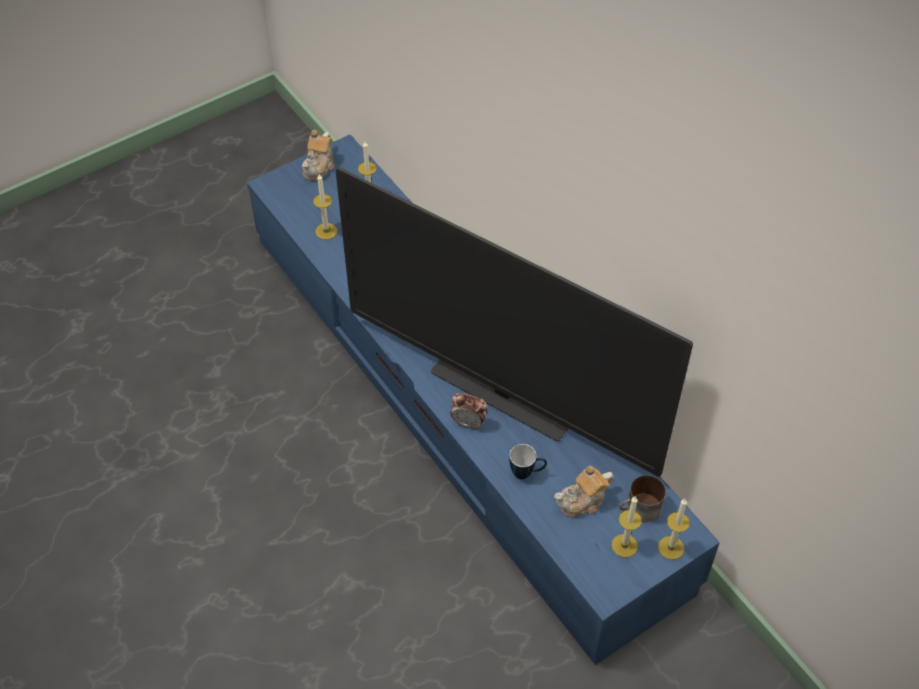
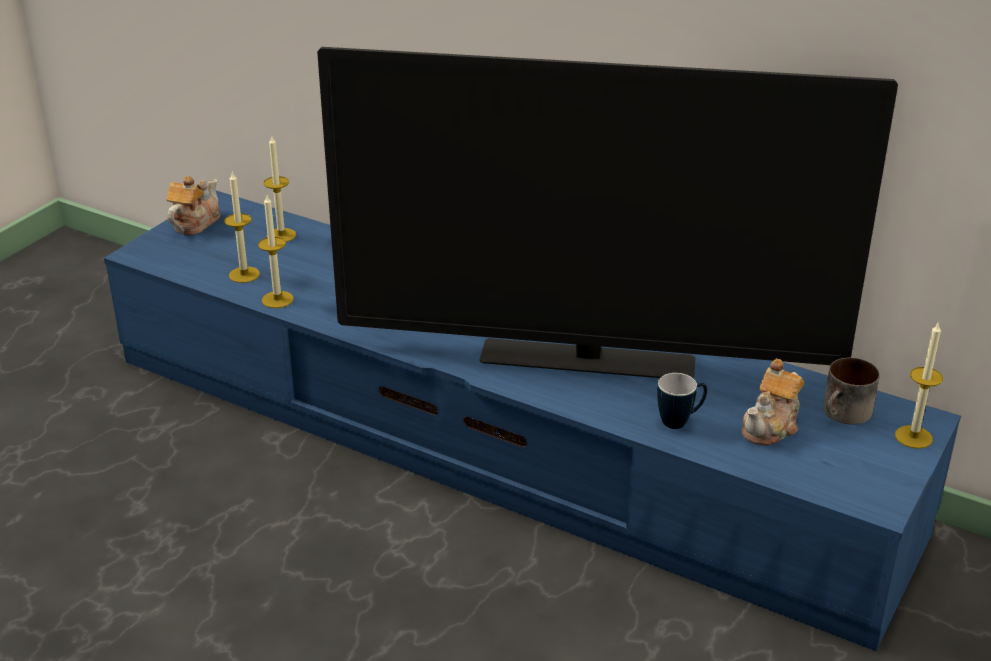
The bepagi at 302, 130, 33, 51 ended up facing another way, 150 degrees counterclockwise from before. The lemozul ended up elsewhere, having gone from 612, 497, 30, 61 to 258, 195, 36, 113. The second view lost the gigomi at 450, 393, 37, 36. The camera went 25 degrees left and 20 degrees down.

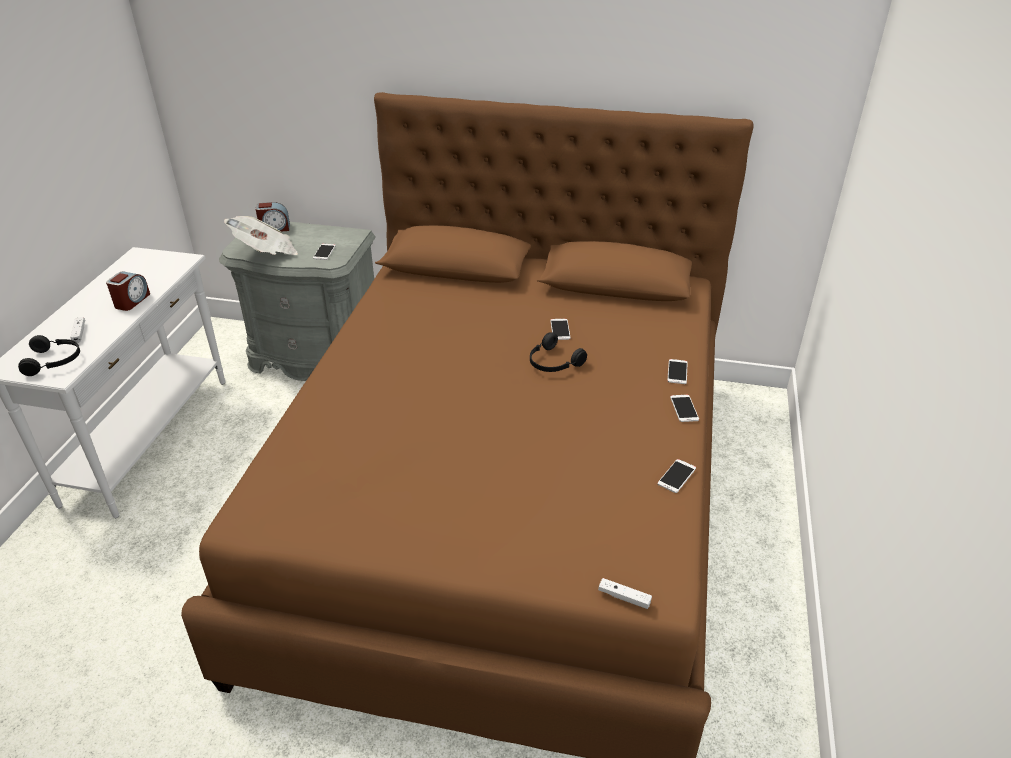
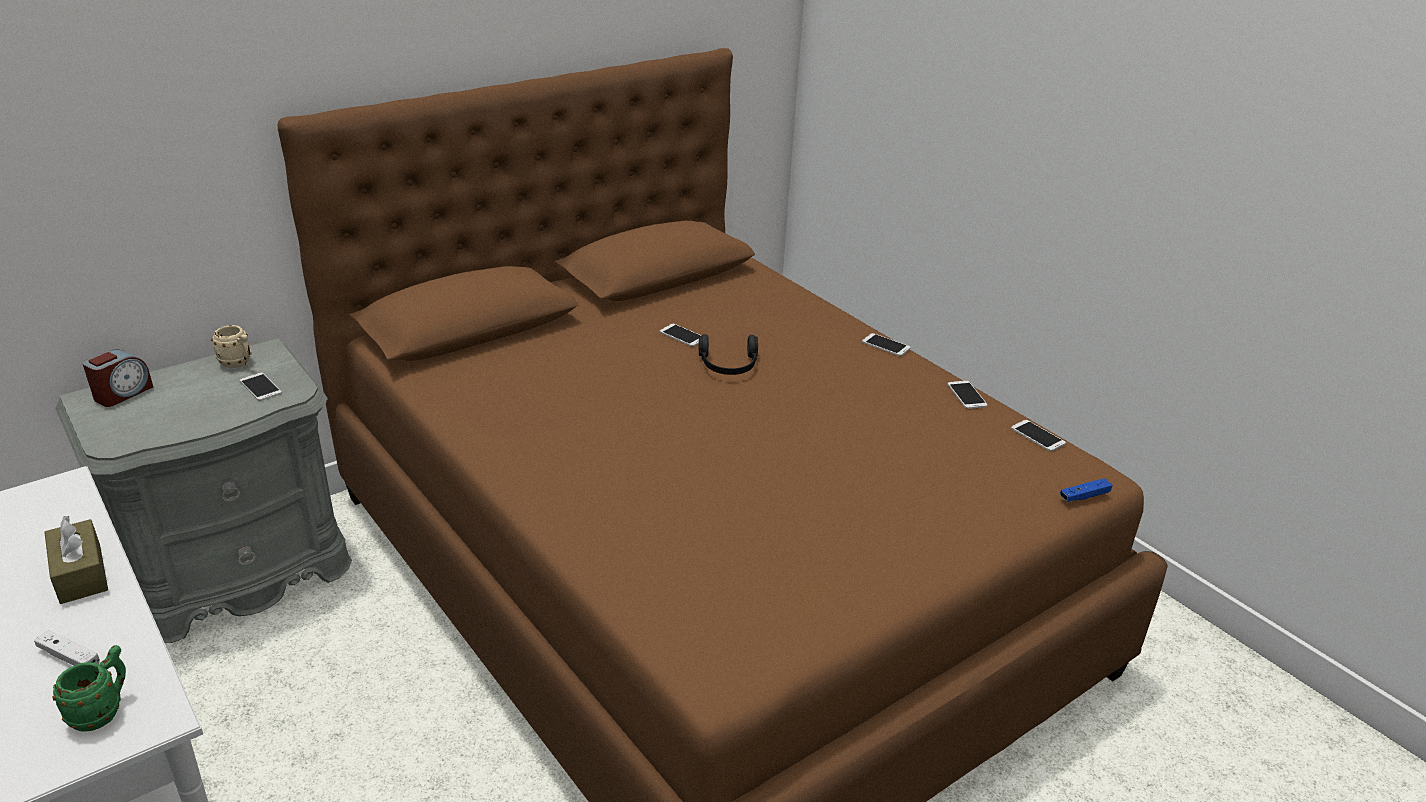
Where the gigomi stood at 106, 271, 44, 40, the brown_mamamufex came to stand at 44, 516, 64, 88. Where the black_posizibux stood at 18, 335, 62, 41, the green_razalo came to stand at 52, 645, 74, 87. The second view gained the beige_razalo at 211, 325, 40, 43. The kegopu ended up elsewhere, having gone from 668, 359, 20, 25 to 1011, 420, 55, 31. What was the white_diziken at 598, 578, 54, 31 turned into the blue_diziken at 1060, 478, 53, 24. The second view lost the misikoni at 224, 216, 74, 39. The camera went 50 degrees left and 5 degrees down.

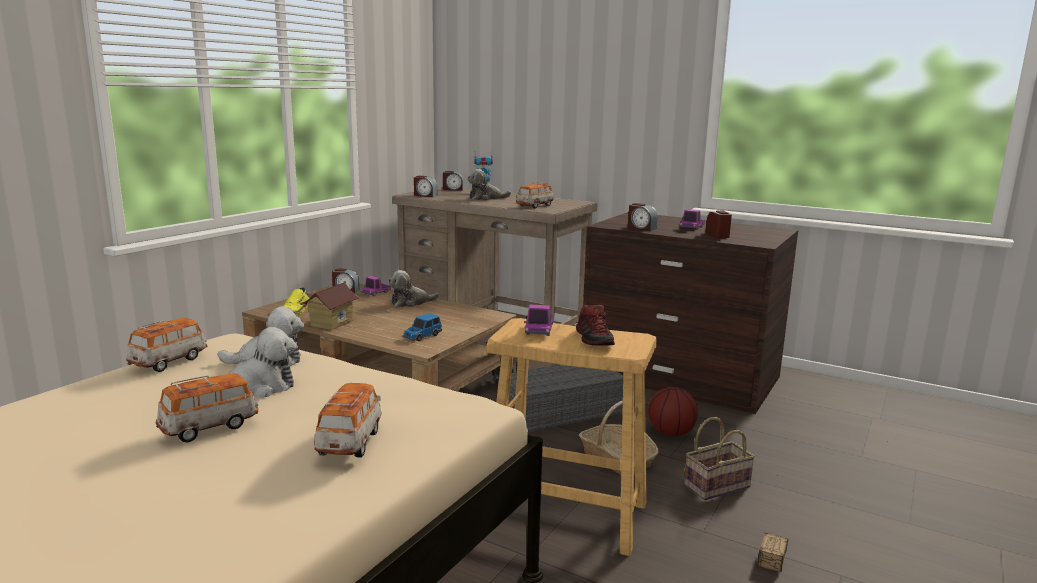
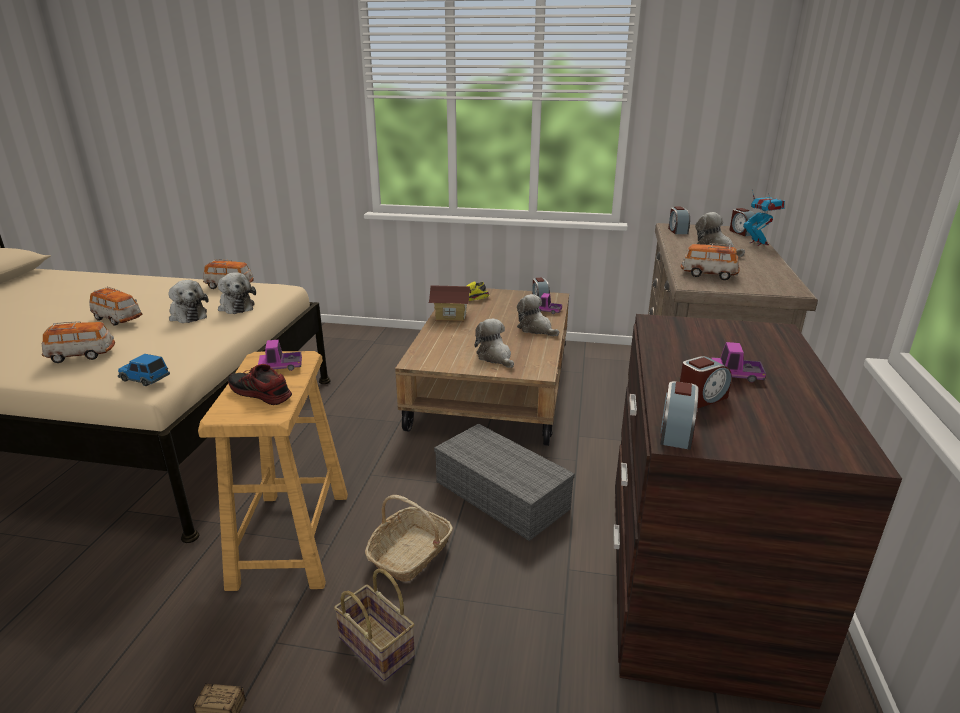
The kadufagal ended up elsewhere, having gone from 403, 313, 39, 28 to 118, 354, 52, 32. The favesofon at 576, 305, 39, 41 ended up facing another way, 60 degrees clockwise from before. The second view gained the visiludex at 475, 319, 39, 49. The gigomi ended up elsewhere, having gone from 628, 203, 30, 28 to 660, 381, 39, 69. The second view lost the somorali at 648, 387, 50, 49. The camera went 70 degrees right and 10 degrees up.

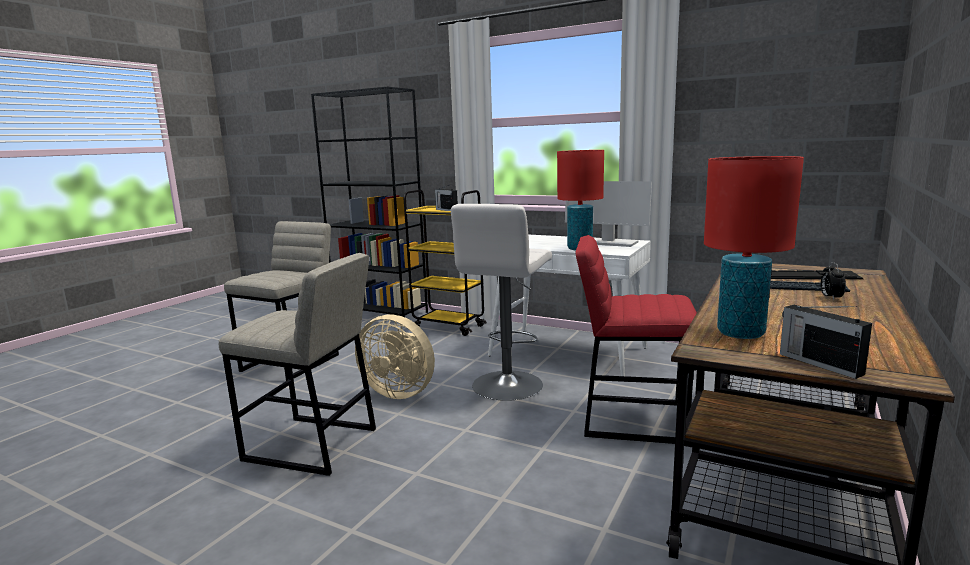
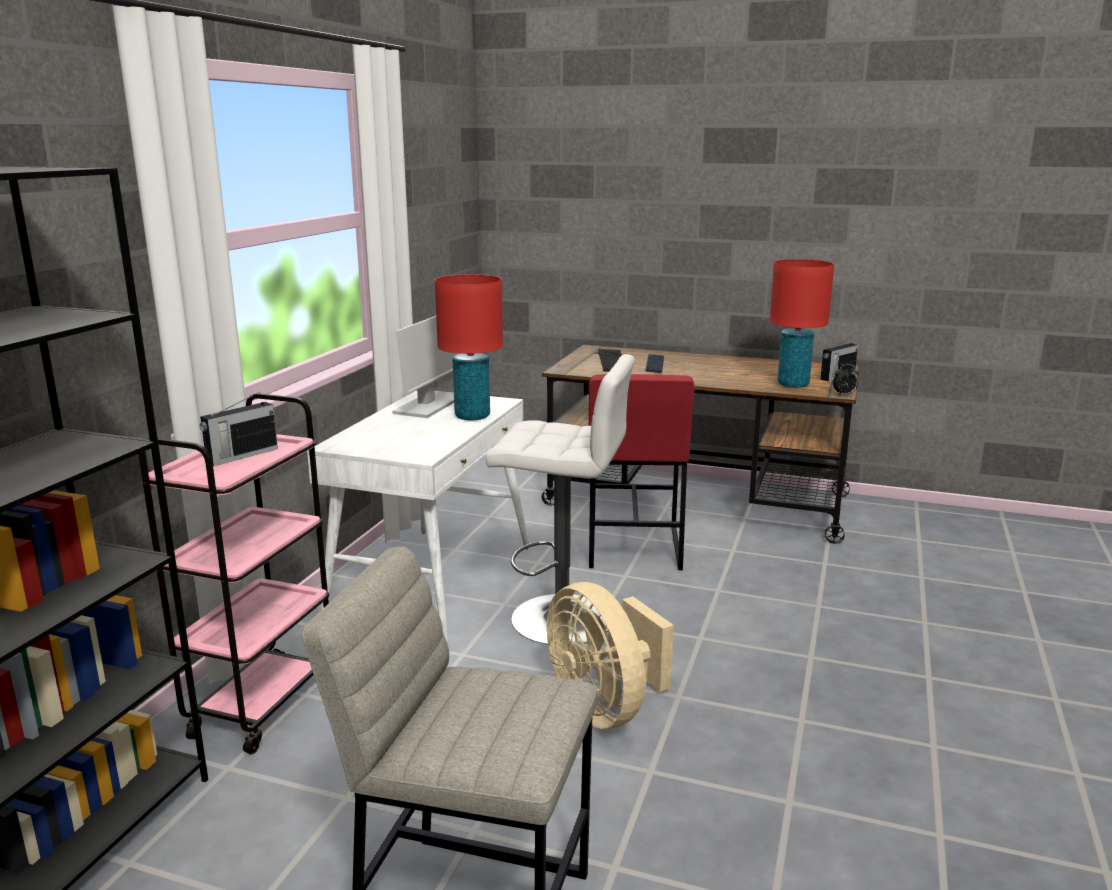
What was the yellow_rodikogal at 404, 190, 83, 146 turned into the pink_rodikogal at 138, 393, 191, 362. The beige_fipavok at 355, 315, 80, 84 ended up facing another way, 135 degrees clockwise from before. The gigomi ended up elsewhere, having gone from 820, 262, 26, 38 to 833, 365, 26, 30. The second view lost the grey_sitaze at 219, 253, 157, 223. The camera went 100 degrees left and 5 degrees up.

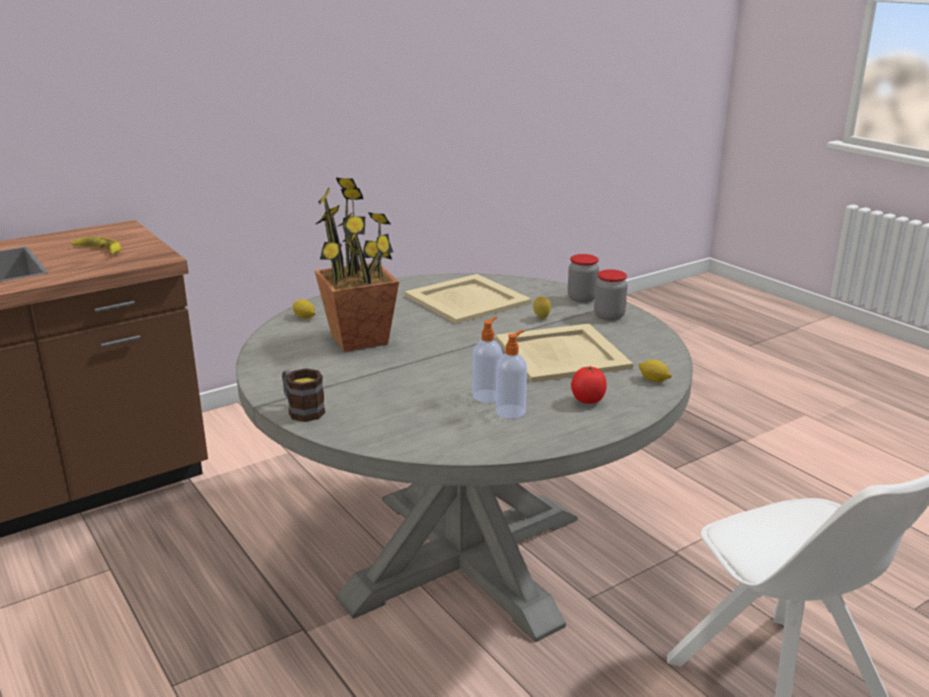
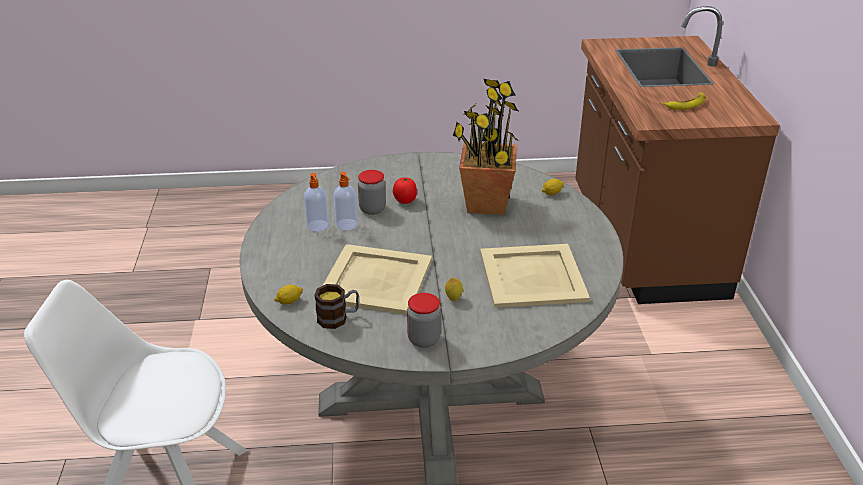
The razalo ended up elsewhere, having gone from 282, 368, 43, 54 to 314, 284, 45, 45. The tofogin ended up elsewhere, having gone from 568, 254, 31, 49 to 358, 170, 28, 45. The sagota ended up elsewhere, having gone from 571, 366, 36, 38 to 393, 177, 24, 27. The camera went 120 degrees right and 10 degrees up.

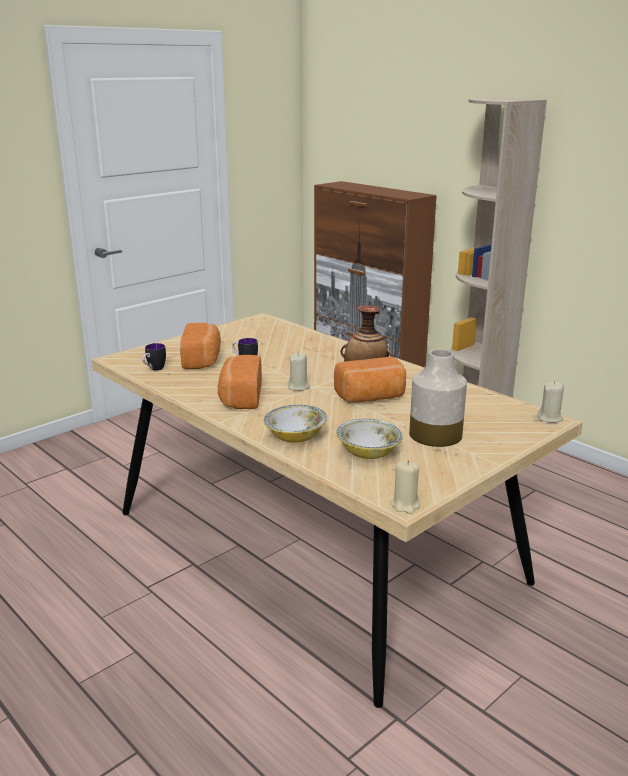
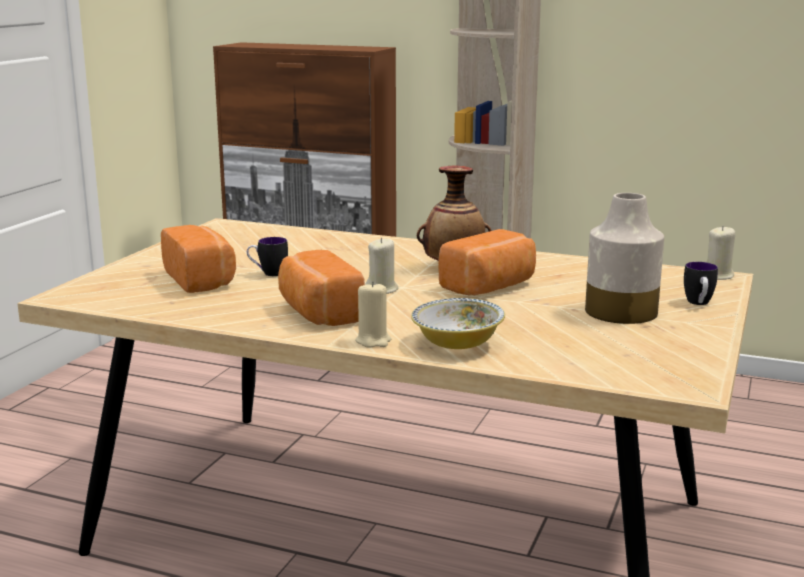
The beige_lemozul ended up elsewhere, having gone from 391, 460, 29, 54 to 355, 281, 36, 67. The razalo ended up elsewhere, having gone from 142, 343, 24, 28 to 684, 262, 34, 43. The second view lost the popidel at 336, 418, 67, 41. The camera went 25 degrees left and 5 degrees down.

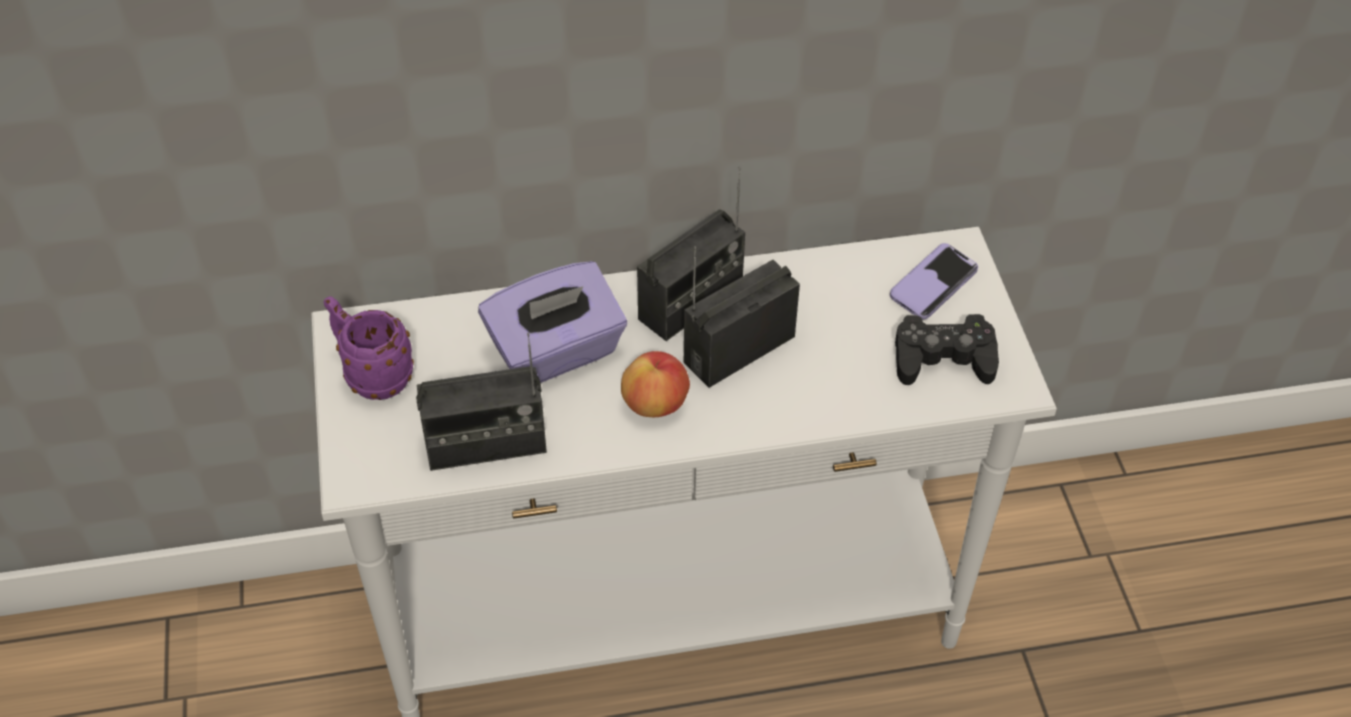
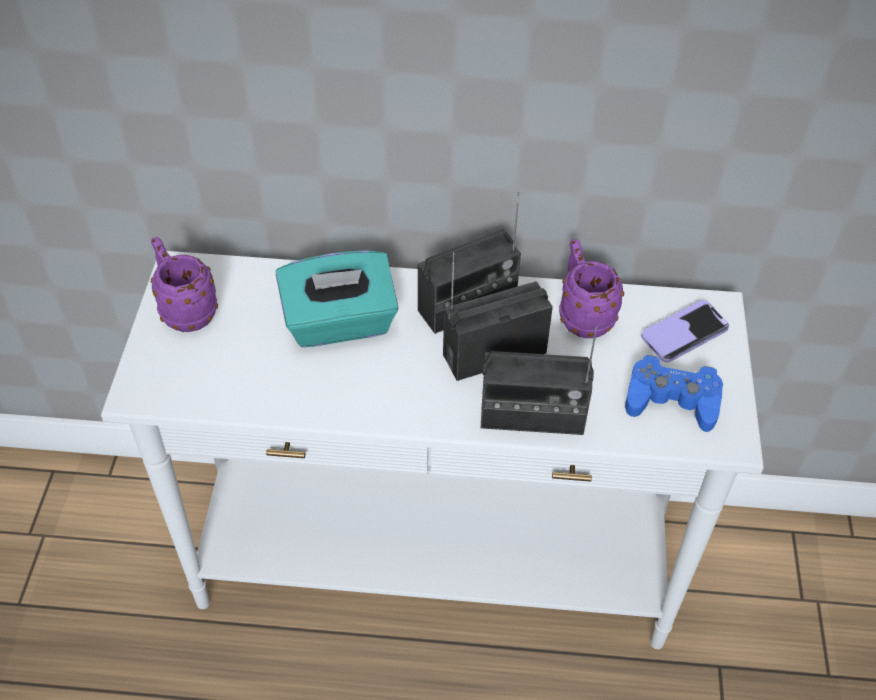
What was the purple_mamamufex at 478, 261, 149, 122 turned into the turquoise_mamamufex at 276, 250, 123, 97. The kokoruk ended up elsewhere, having gone from 416, 332, 131, 139 to 480, 326, 117, 109. The second view gained the purple_razalo at 559, 239, 65, 99. What was the black_diziken at 895, 314, 104, 71 turned into the blue_diziken at 625, 355, 98, 77. The second view lost the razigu at 621, 351, 69, 66. The camera went 15 degrees right and 0 degrees up.

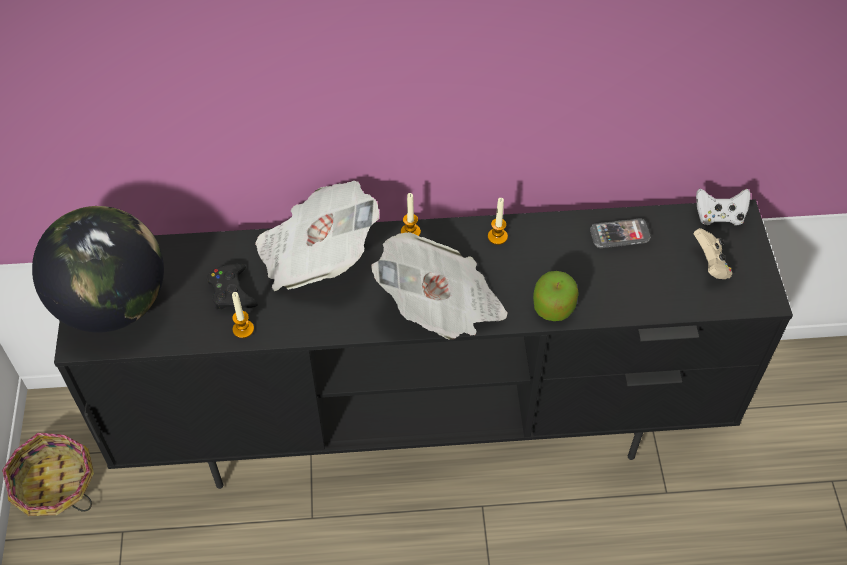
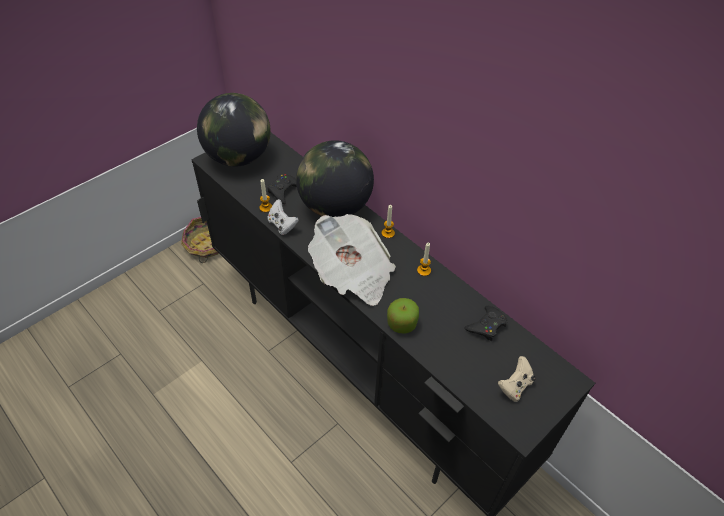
The white_diziken ended up elsewhere, having gone from 696, 188, 54, 37 to 267, 199, 32, 36. Where the misikoni stood at 255, 181, 124, 110, the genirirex came to stand at 296, 140, 78, 77. Where the kegopu stood at 590, 218, 61, 30, the black_diziken came to stand at 464, 306, 44, 35. The camera went 50 degrees right and 5 degrees down.

